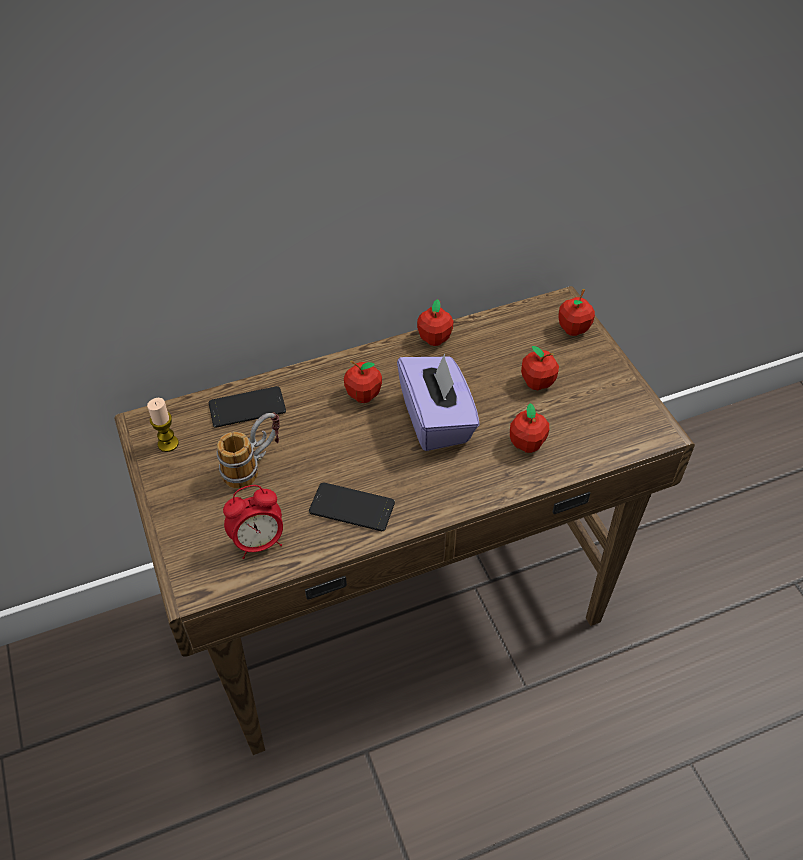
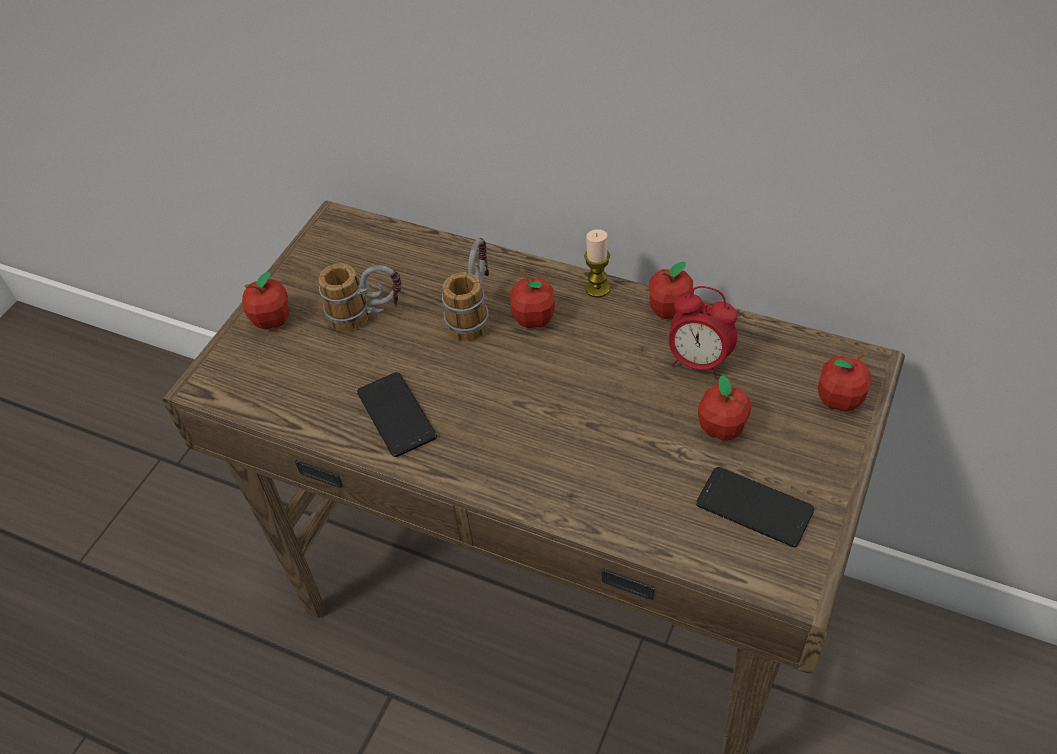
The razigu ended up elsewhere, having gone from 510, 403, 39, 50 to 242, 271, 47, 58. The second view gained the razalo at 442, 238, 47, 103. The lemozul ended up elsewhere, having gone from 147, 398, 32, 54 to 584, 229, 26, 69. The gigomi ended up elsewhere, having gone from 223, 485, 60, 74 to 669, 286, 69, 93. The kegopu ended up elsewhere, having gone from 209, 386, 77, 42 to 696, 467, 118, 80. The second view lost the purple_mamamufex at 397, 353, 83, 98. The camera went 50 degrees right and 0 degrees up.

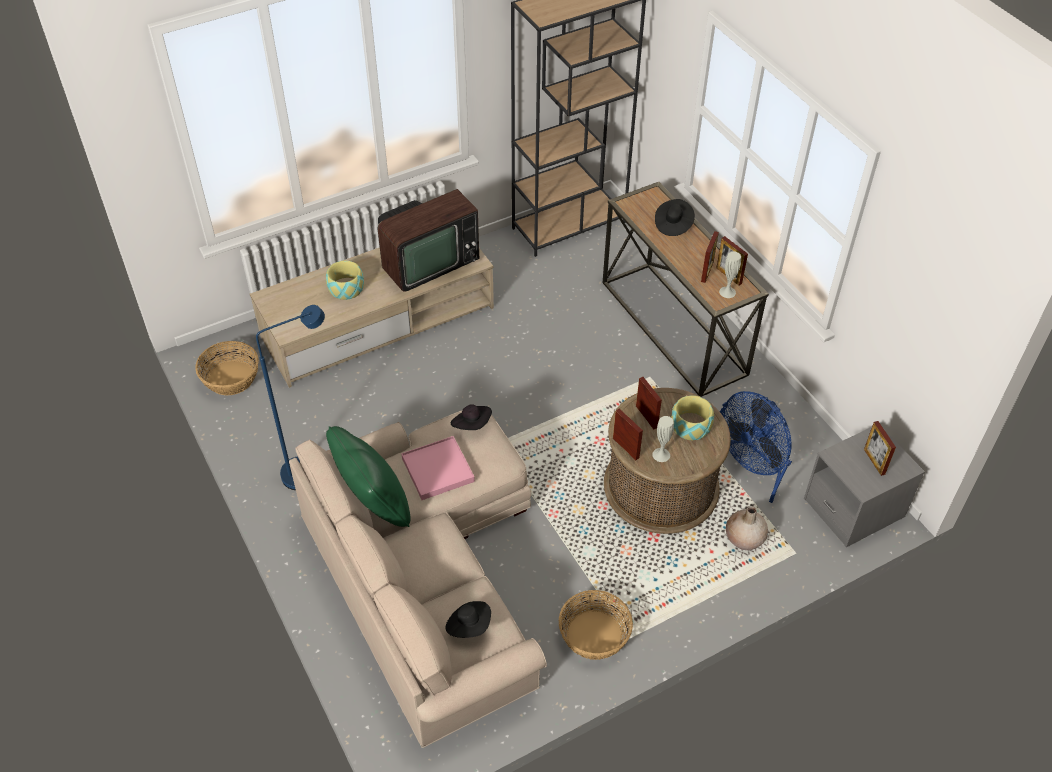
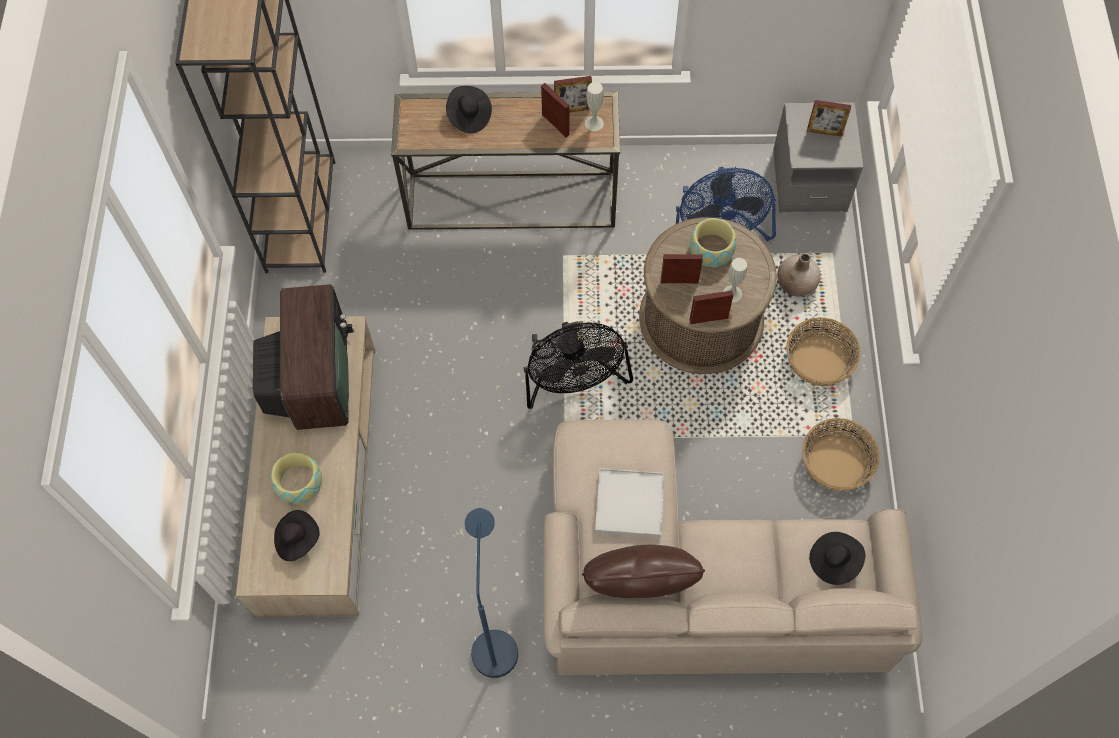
The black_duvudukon ended up elsewhere, having gone from 451, 404, 41, 26 to 274, 510, 46, 51. The second view gained the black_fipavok at 524, 321, 109, 88. What was the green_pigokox at 326, 426, 85, 101 turned into the brown_pigokox at 582, 545, 123, 53. What was the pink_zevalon at 402, 436, 73, 64 turned into the white_zevalon at 595, 468, 69, 70. The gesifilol ended up elsewhere, having gone from 195, 341, 64, 55 to 786, 317, 75, 69. The camera went 60 degrees left and 15 degrees up.

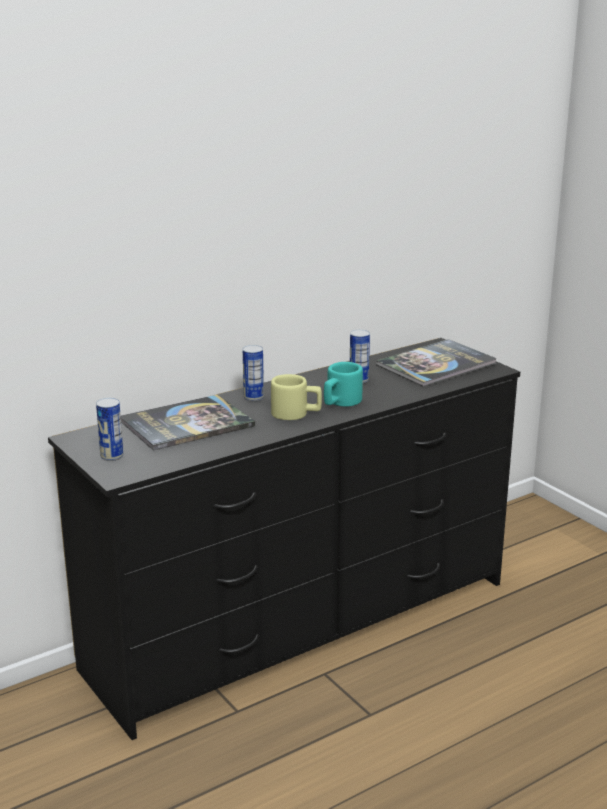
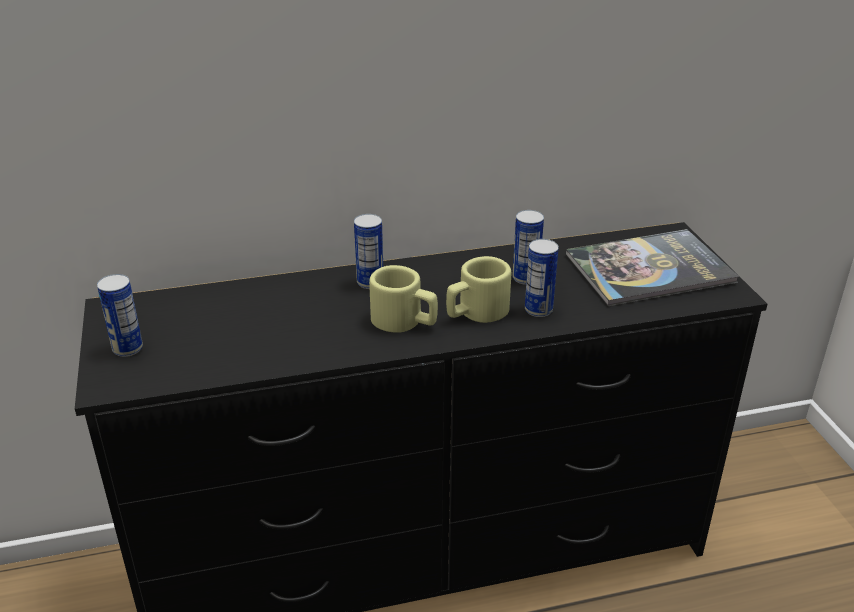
What was the turquoise_razalo at 324, 362, 39, 45 turned into the beige_razalo at 446, 256, 65, 67. The second view gained the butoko at 525, 239, 34, 78. The second view lost the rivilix at 121, 395, 134, 56. The camera went 20 degrees right and 10 degrees up.

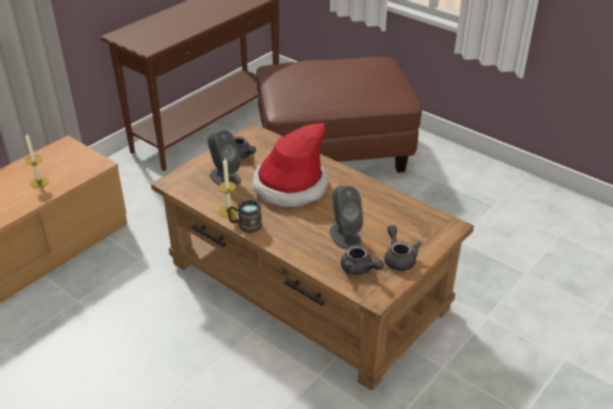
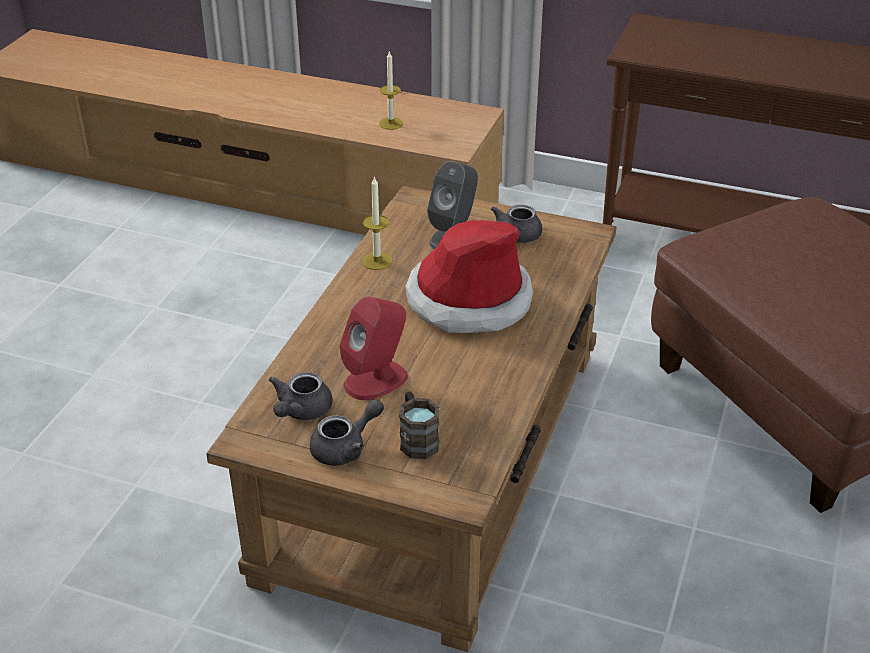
What was the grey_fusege at 330, 186, 33, 63 turned into the red_fusege at 340, 297, 68, 103. The brown_razalo ended up elsewhere, having gone from 228, 199, 34, 34 to 399, 392, 40, 67. The camera went 70 degrees right and 0 degrees up.

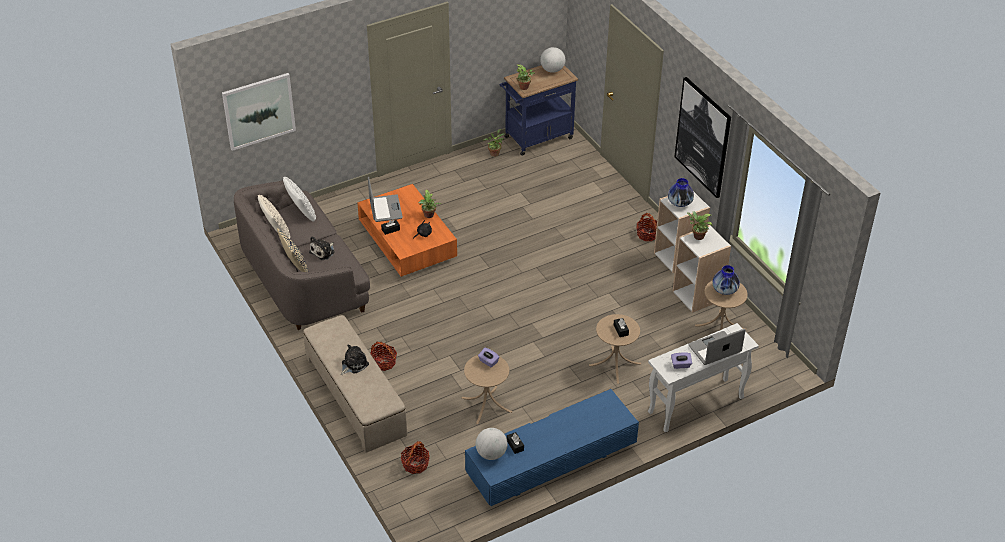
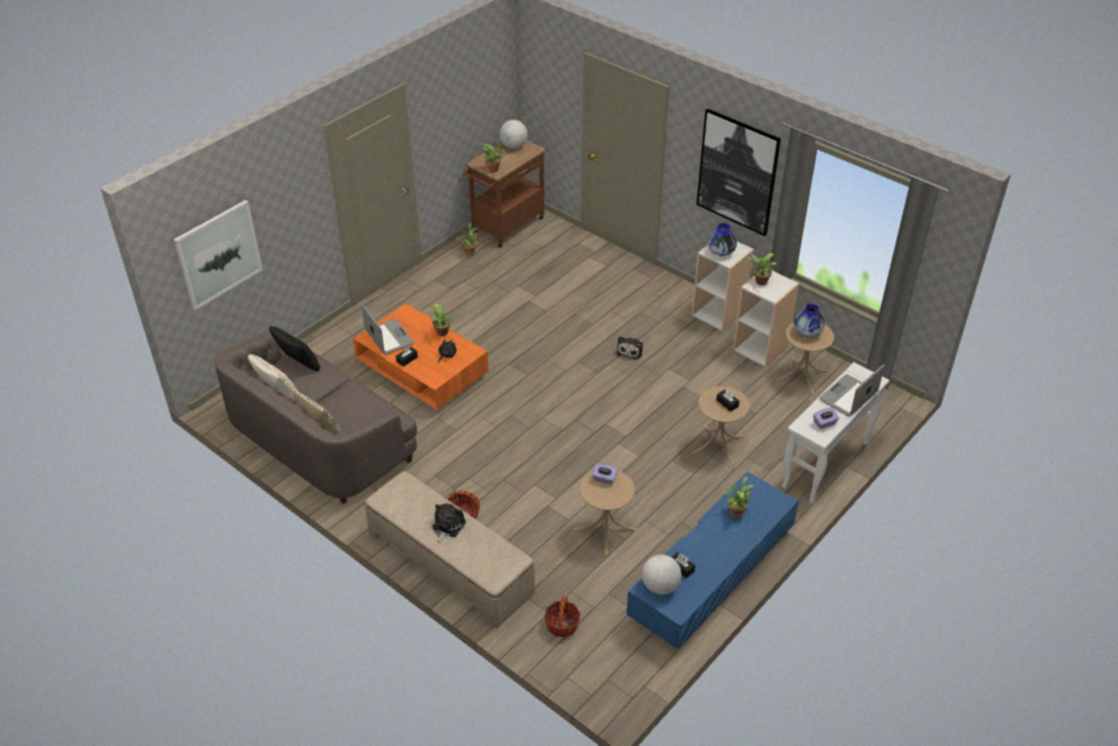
What was the white_pigokox at 283, 177, 33, 44 turned into the black_pigokox at 269, 326, 51, 45. What was the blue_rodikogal at 500, 65, 78, 91 turned into the brown_rodikogal at 463, 140, 83, 108. The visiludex ended up elsewhere, having gone from 309, 236, 25, 24 to 617, 336, 26, 24. The second view gained the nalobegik at 721, 477, 33, 41. The second view lost the gesifilol at 637, 213, 20, 28. The camera went 20 degrees left and 0 degrees up.

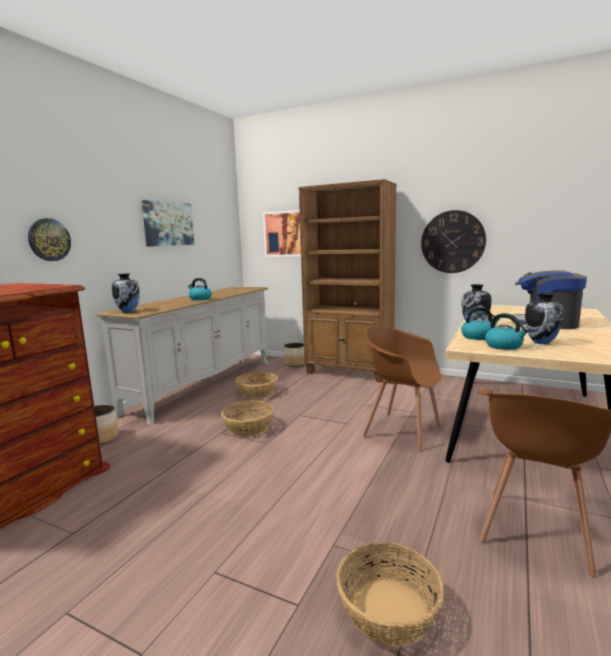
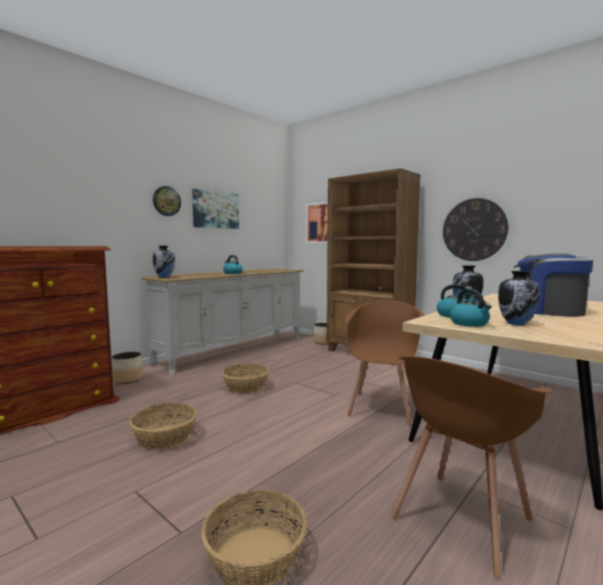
The gesifilol ended up elsewhere, having gone from 235, 372, 43, 27 to 129, 403, 68, 47. The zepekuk ended up elsewhere, having gone from 28, 218, 43, 43 to 153, 186, 28, 30. The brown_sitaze at 362, 325, 79, 126 ended up facing another way, 60 degrees clockwise from before. The camera went 15 degrees right and 5 degrees down.

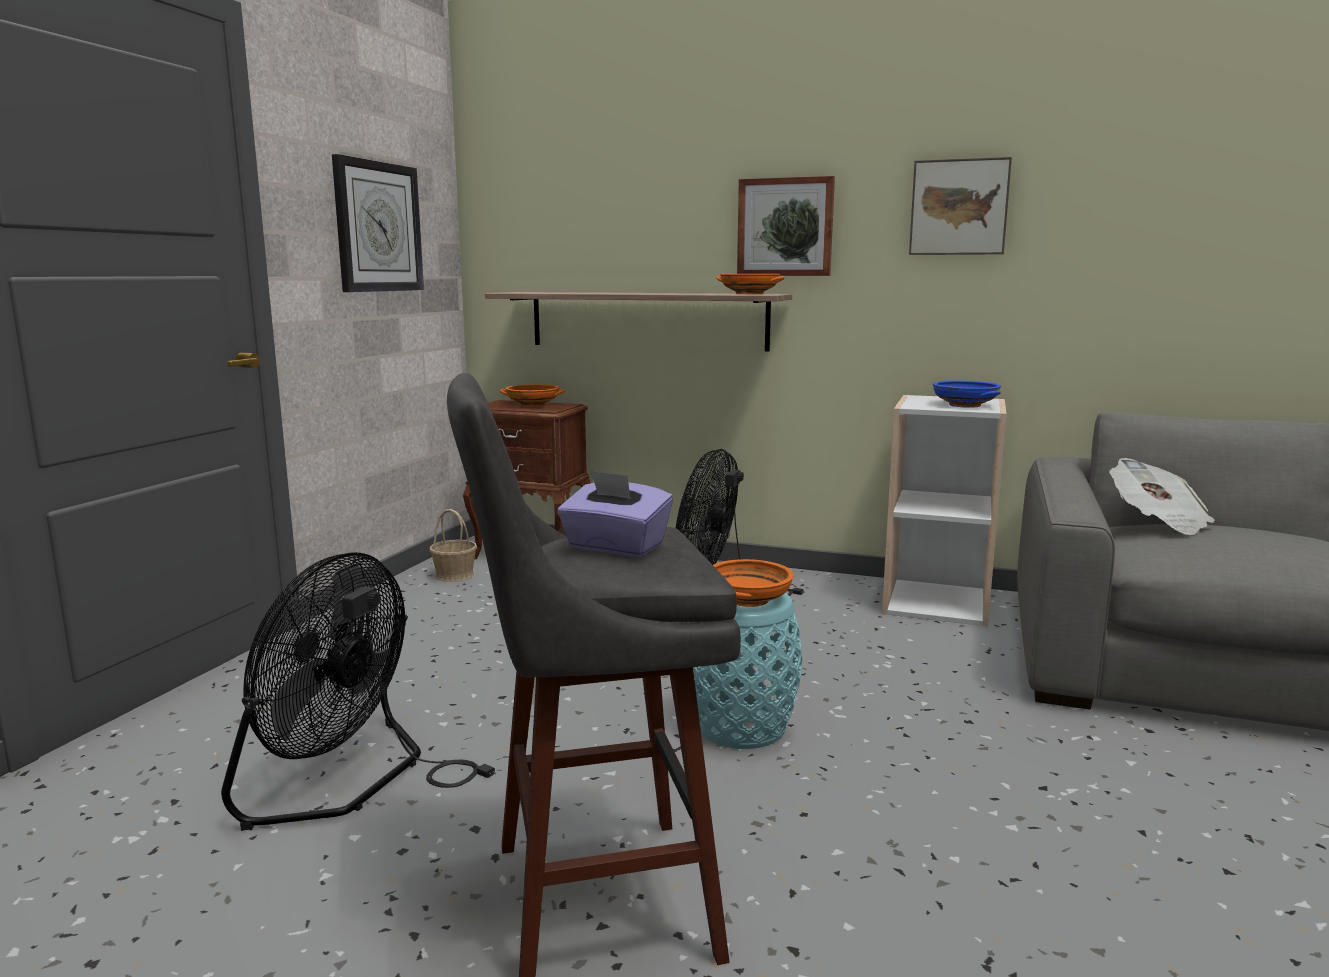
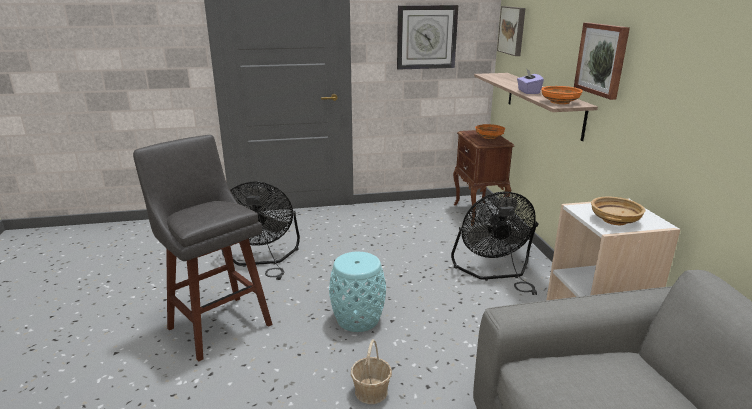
The gesifilol ended up elsewhere, having gone from 429, 509, 48, 73 to 351, 339, 41, 65. The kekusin ended up elsewhere, having gone from 909, 157, 103, 98 to 497, 6, 29, 50. The purple_mamamufex ended up elsewhere, having gone from 558, 470, 115, 87 to 517, 68, 27, 26. What was the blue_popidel at 933, 380, 68, 28 turned into the beige_popidel at 591, 197, 54, 28. The second view lost the orange_popidel at 713, 559, 81, 48. The second view lost the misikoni at 1110, 458, 105, 77. The camera went 60 degrees right and 10 degrees up.

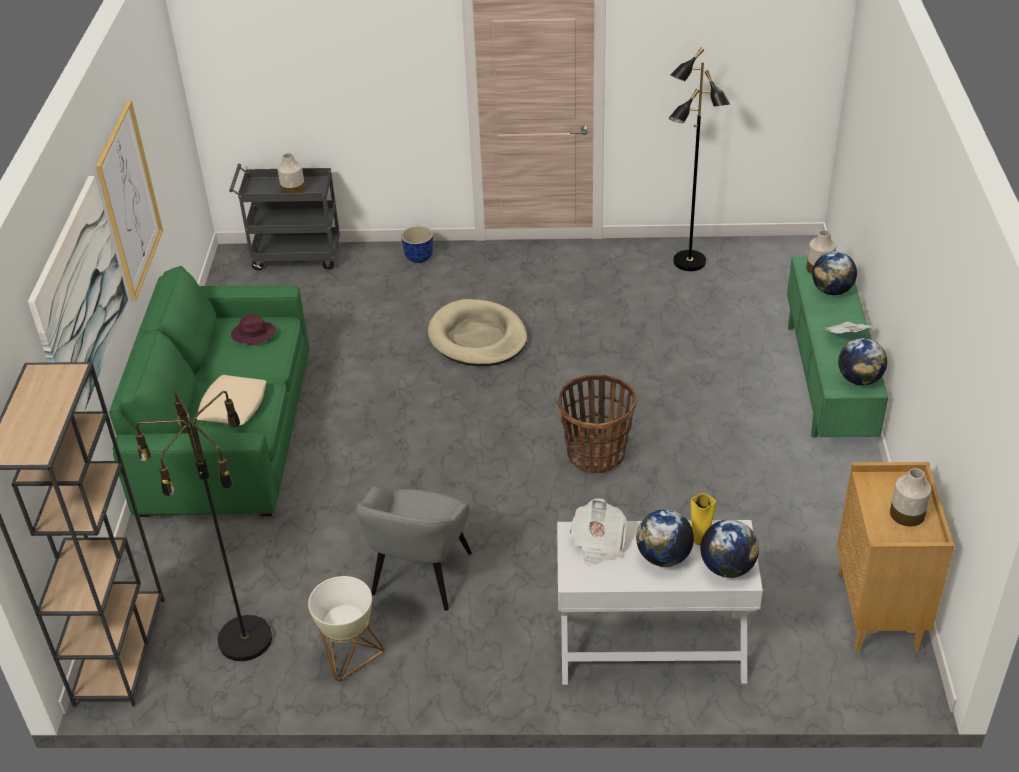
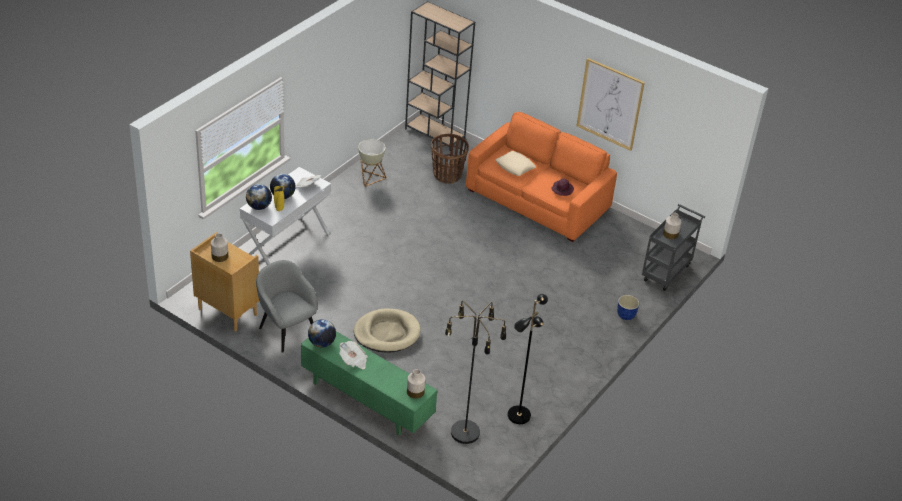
The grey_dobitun ended up elsewhere, having gone from 356, 486, 116, 125 to 256, 260, 61, 93. The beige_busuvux ended up elsewhere, having gone from 428, 299, 99, 67 to 354, 308, 67, 44. The gesifilol ended up elsewhere, having gone from 558, 374, 78, 100 to 431, 134, 38, 50. The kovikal ended up elsewhere, having gone from 135, 391, 137, 270 to 445, 301, 61, 143. What was the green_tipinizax at 109, 266, 201, 251 turned into the orange_tipinizax at 466, 112, 151, 130. The second view lost the kekusin at 28, 176, 100, 236. The second view lost the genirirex at 812, 252, 45, 43. The camera went 120 degrees right and 0 degrees up.

